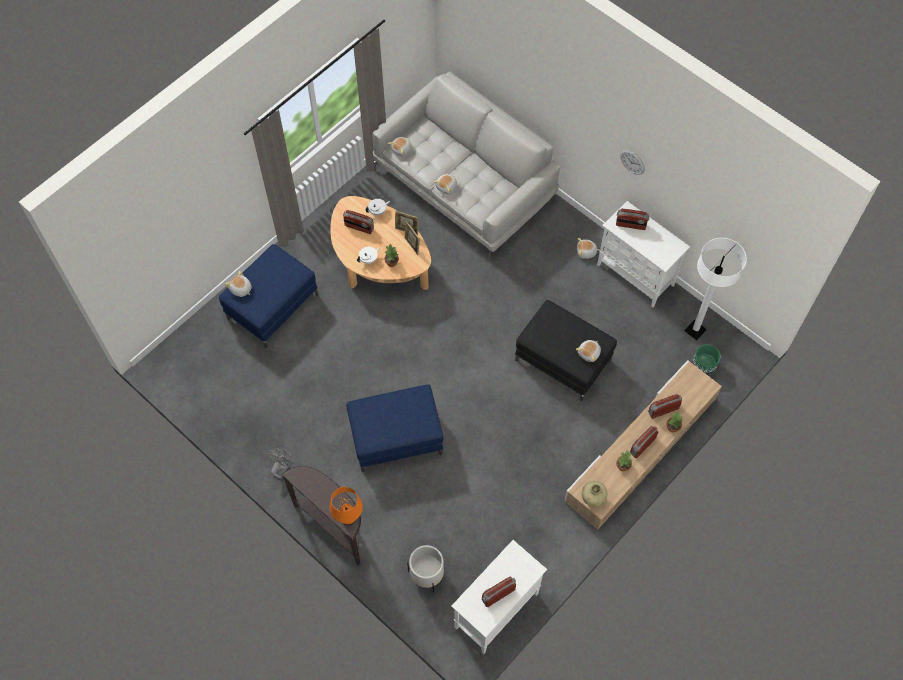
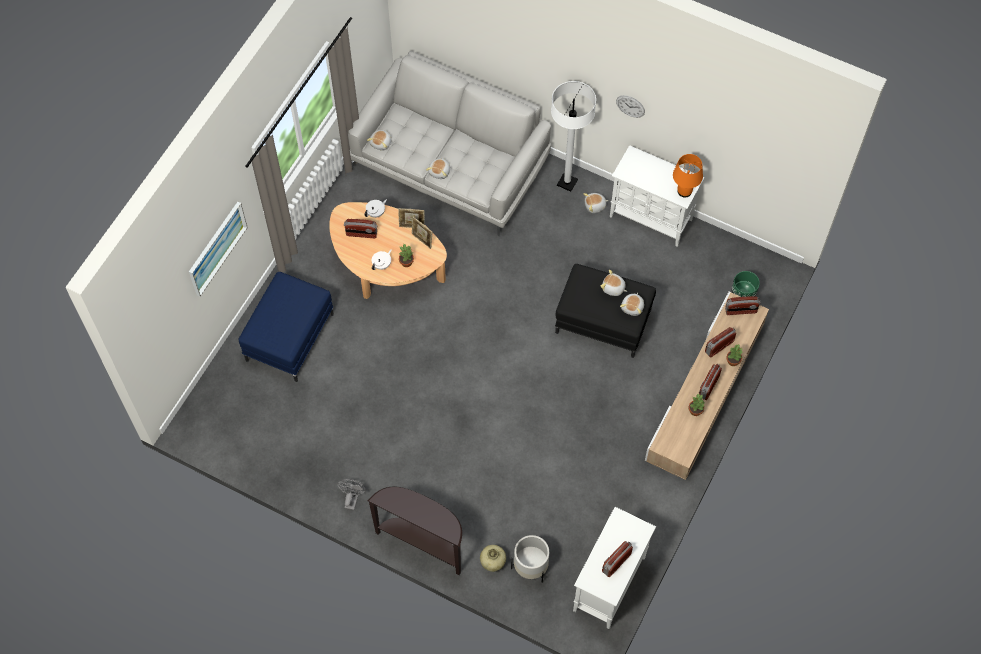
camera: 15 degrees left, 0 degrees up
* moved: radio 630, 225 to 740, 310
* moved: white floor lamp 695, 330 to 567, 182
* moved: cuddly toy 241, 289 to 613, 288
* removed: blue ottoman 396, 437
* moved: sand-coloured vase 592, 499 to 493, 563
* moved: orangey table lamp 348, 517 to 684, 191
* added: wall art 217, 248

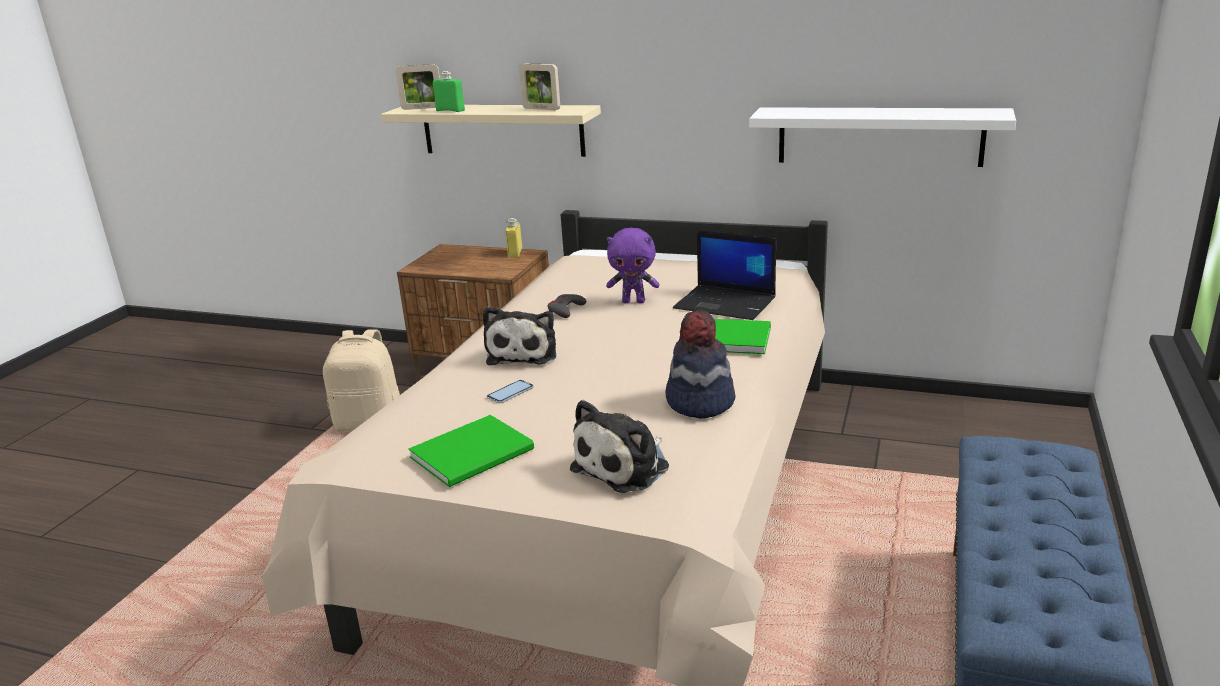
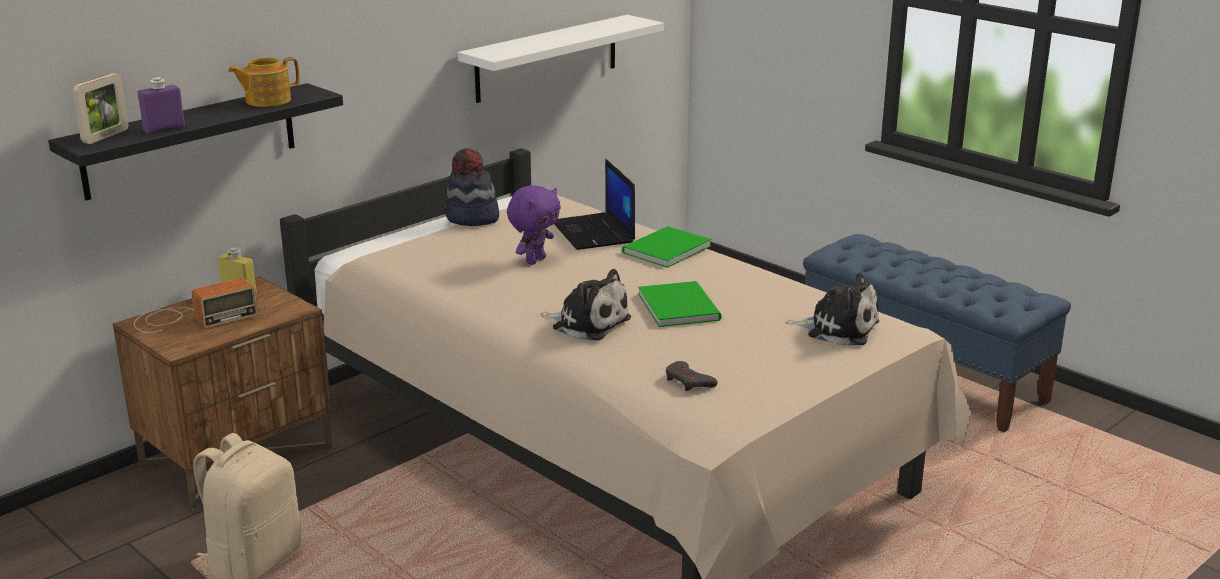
camera: 65 degrees left, 0 degrees up
* replaced: photo frame 541, 109 to pot for tea 267, 100
* recoloured: green-coloured bottle 450, 110 to purple bottle 164, 129
* recoloured: sand-coloured bracket shelf 502, 129 to black-coloured bracket shelf 190, 141
* turned: laptop 726, 303 = 594, 232 105 degrees clockwise
* moved: grey joypad 565, 310 to 688, 381
* moved: clothing hat 699, 401 to 472, 218
* removed: handset 510, 392
* turned: cuddly toy 625, 467 = 838, 328 45 degrees counterclockwise
* moved: green-coloured bound book 476, 453 to 680, 305
* added: radio 191, 318

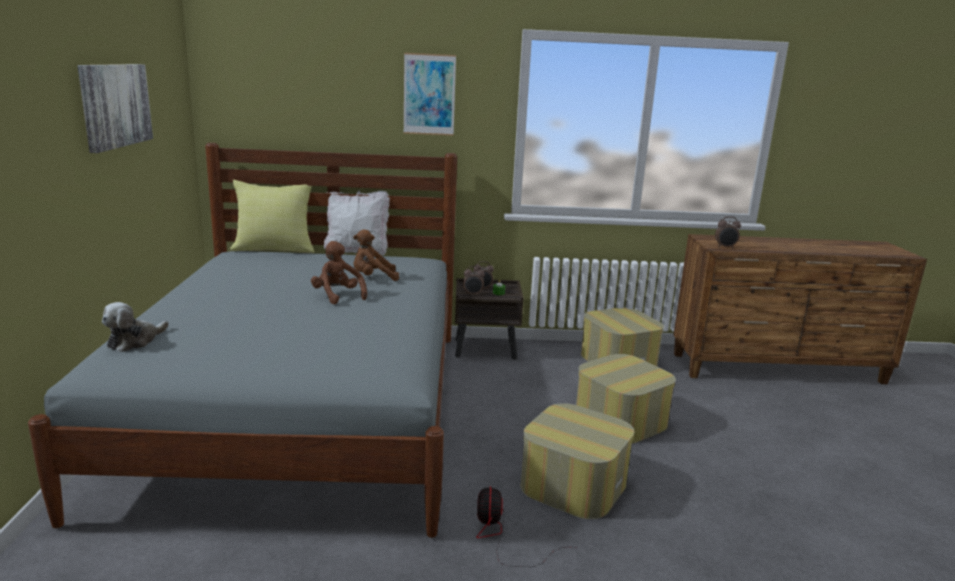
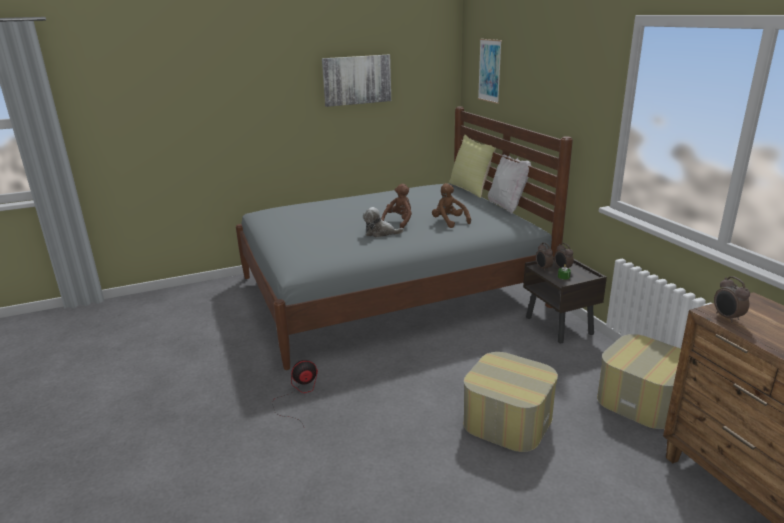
camera: 70 degrees right, 5 degrees up
* moved: wall art 429, 94 to 489, 70
* moved: cuddly toy 134, 341 to 380, 233
* removed: ottoman 573, 484

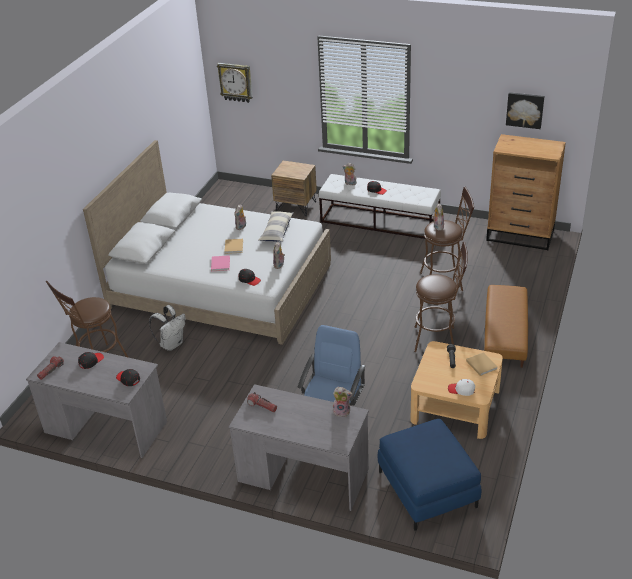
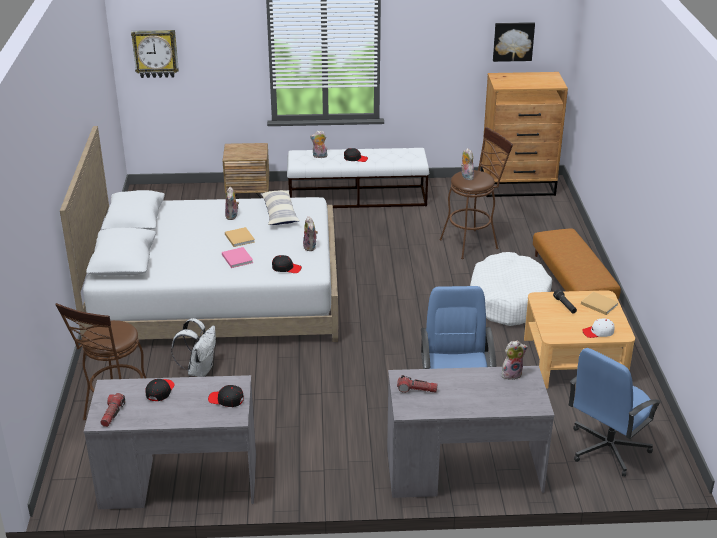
camera: 25 degrees left, 5 degrees down
* replaced: brownish stool 439, 339 to white dog cushion 509, 300
* replaced: blue ottoman 427, 489 to blue desk chair 607, 448

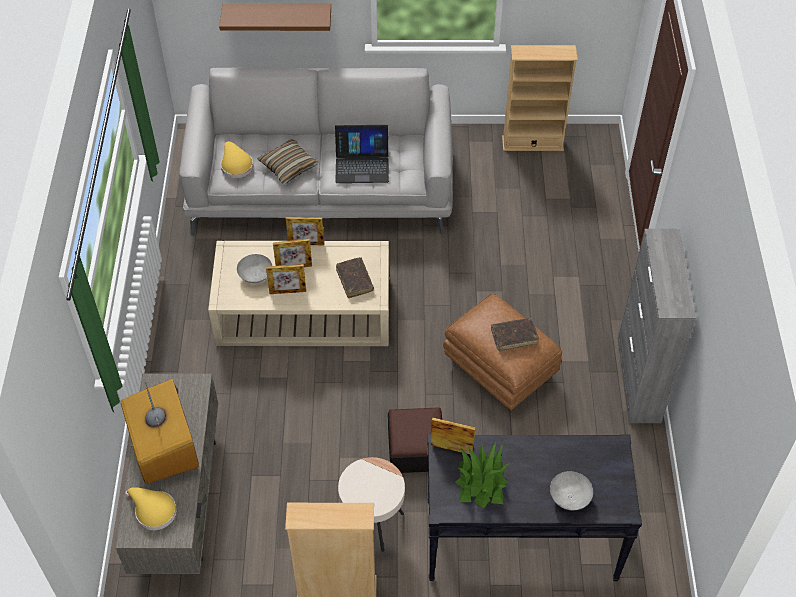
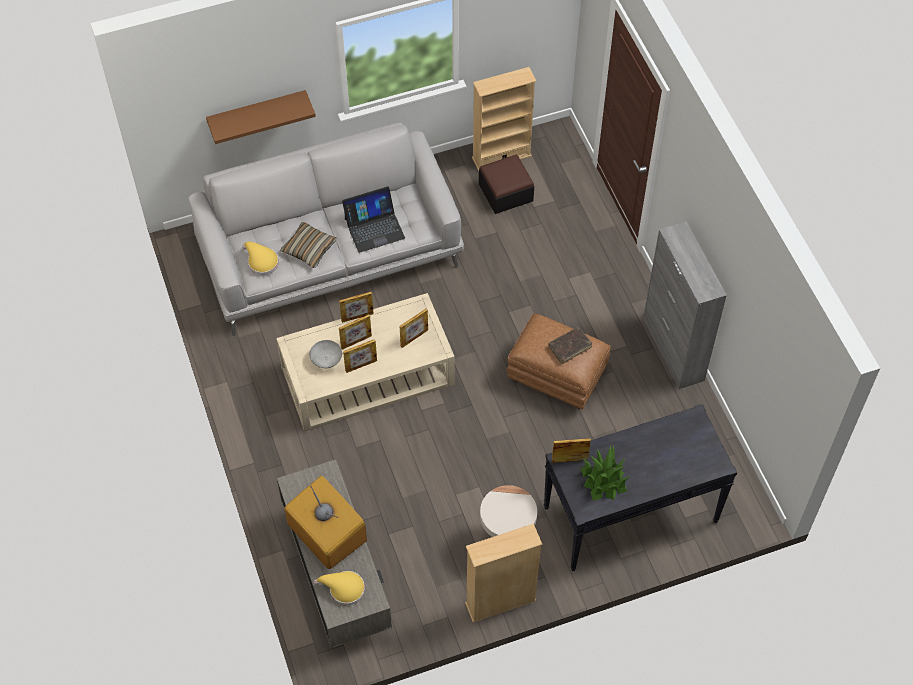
camera: 20 degrees left, 5 degrees up
* replaced: brownish bound book 354, 280 to photo frame 414, 338
* moved: ottoman 415, 449 to 505, 192
* removed: grey bowl 569, 497

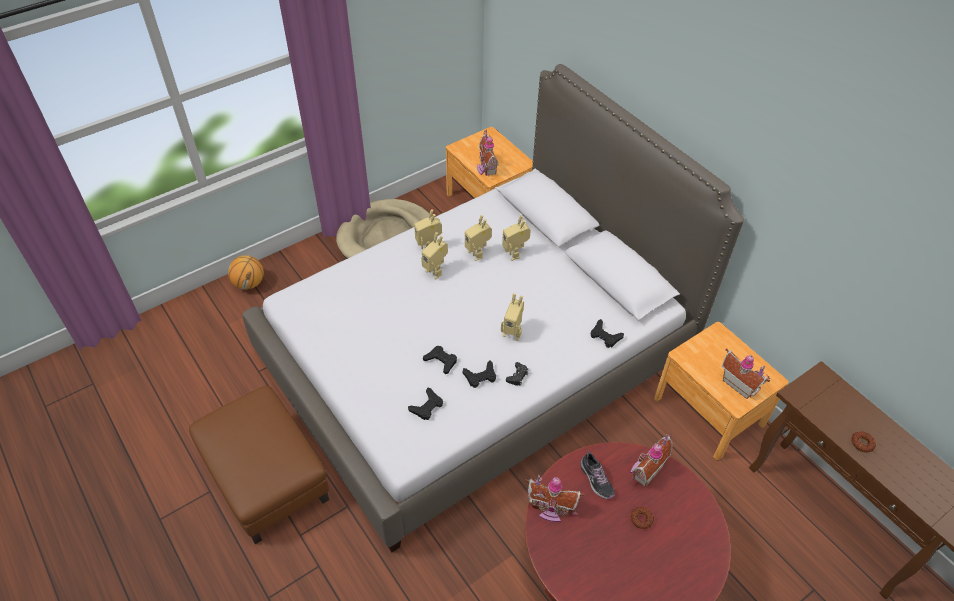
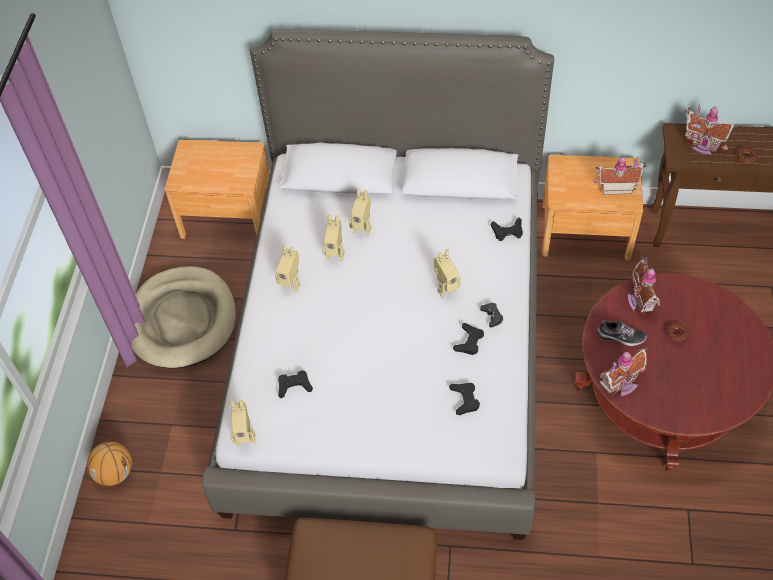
camera: 45 degrees left, 5 degrees up
* moved: model house 485, 168 to 702, 145
* moved: model robot 435, 271 to 245, 436
* moved: black-coloured joypad 441, 361 to 294, 386

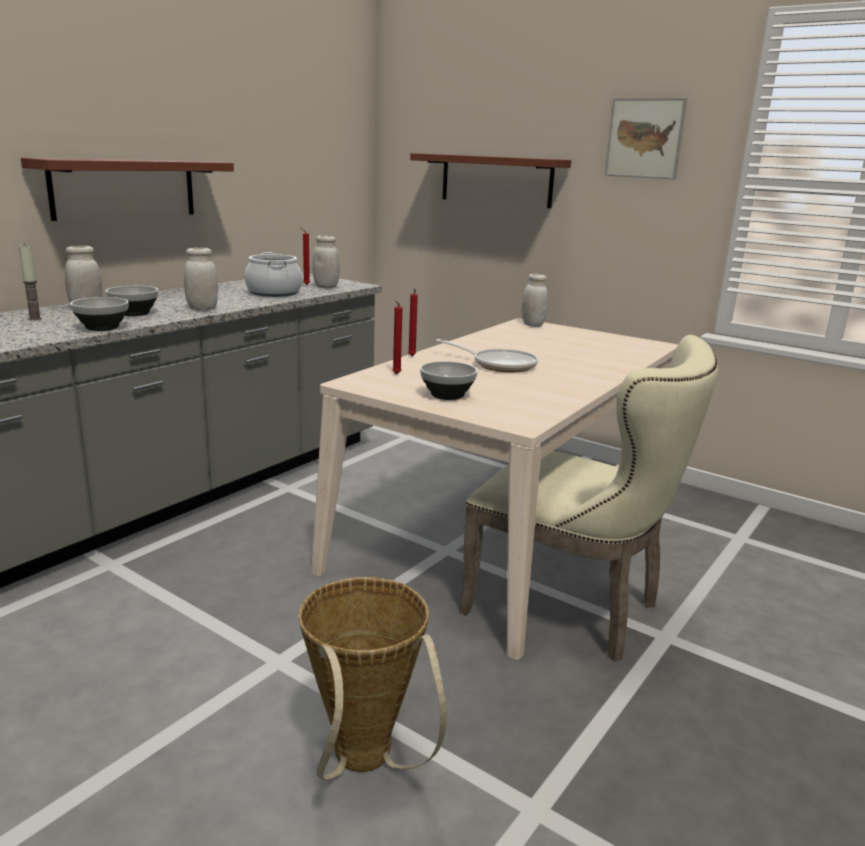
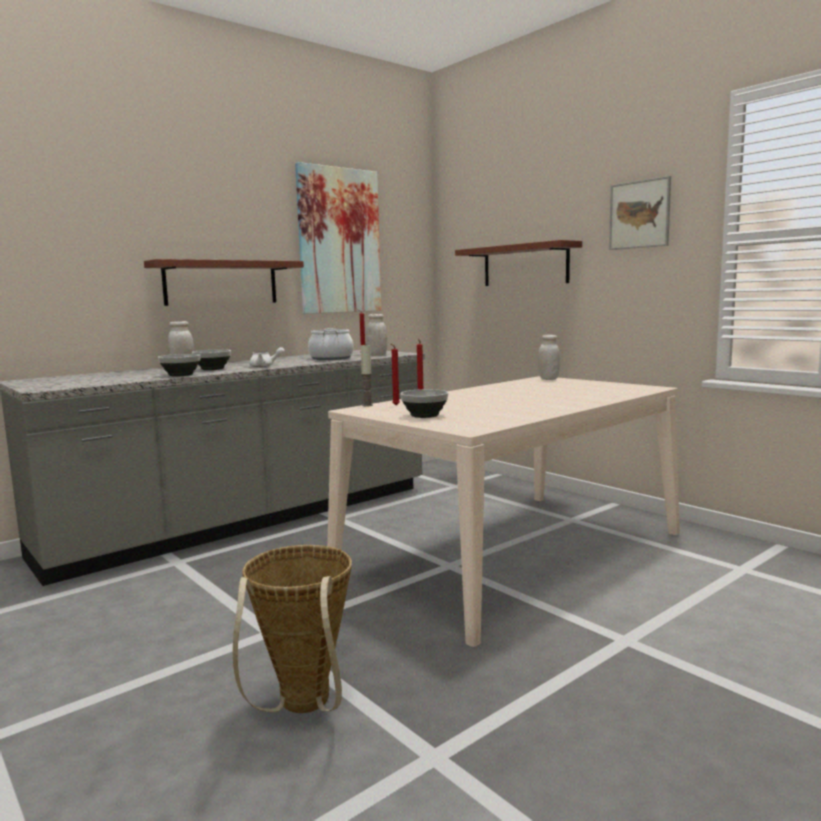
camera: 15 degrees right, 10 degrees down
* moved: wax candle 35, 319 to 367, 405
* replaced: white storage jar 202, 309 to white pot for tea 265, 366
* removed: sand-coloured chair 575, 608
* removed: frying pan 499, 364
* added: wall art 339, 241

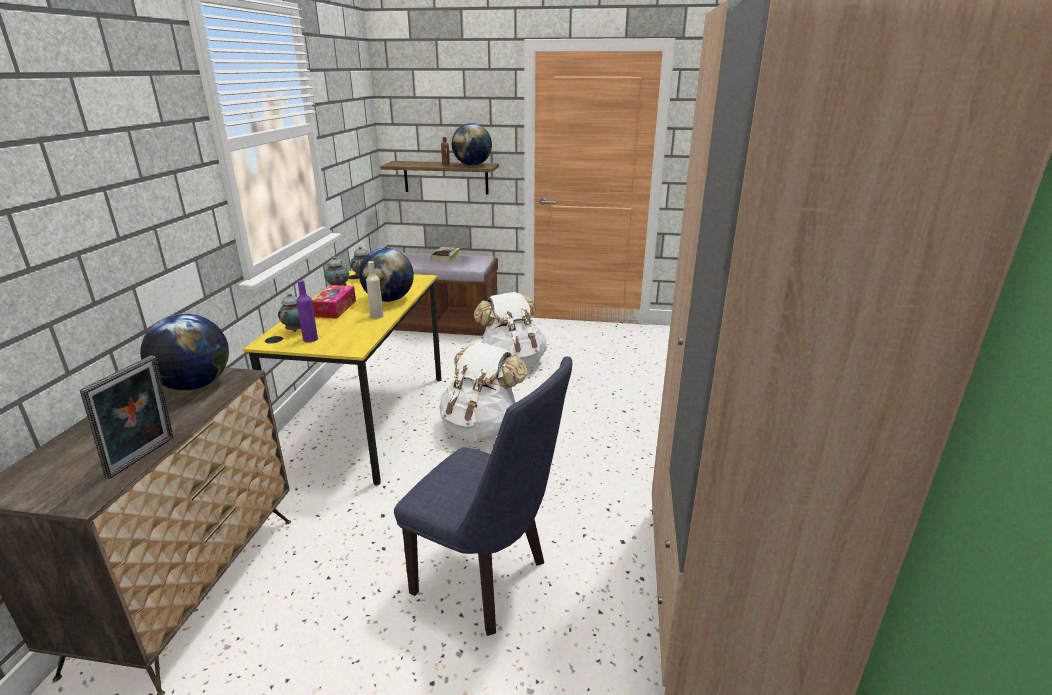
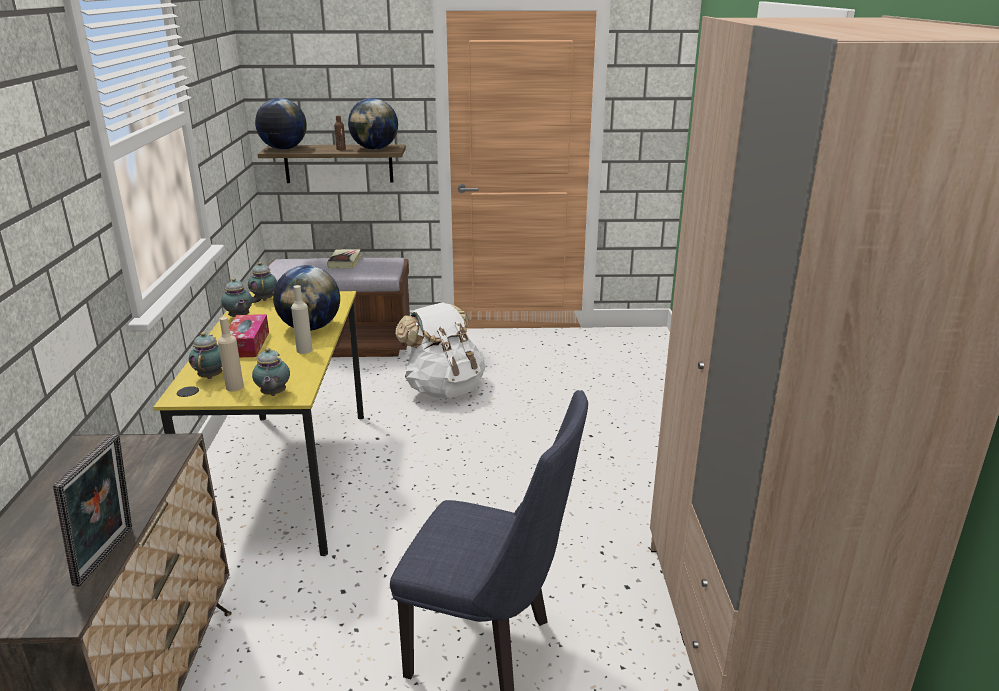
camera: 10 degrees left, 0 degrees up
* recoloured: purple bottle 310, 339 to sand-coloured bottle 234, 387
* moved: globe 194, 385 to 283, 149
* removed: white rucksack 481, 428
* added: pot for tea 273, 394

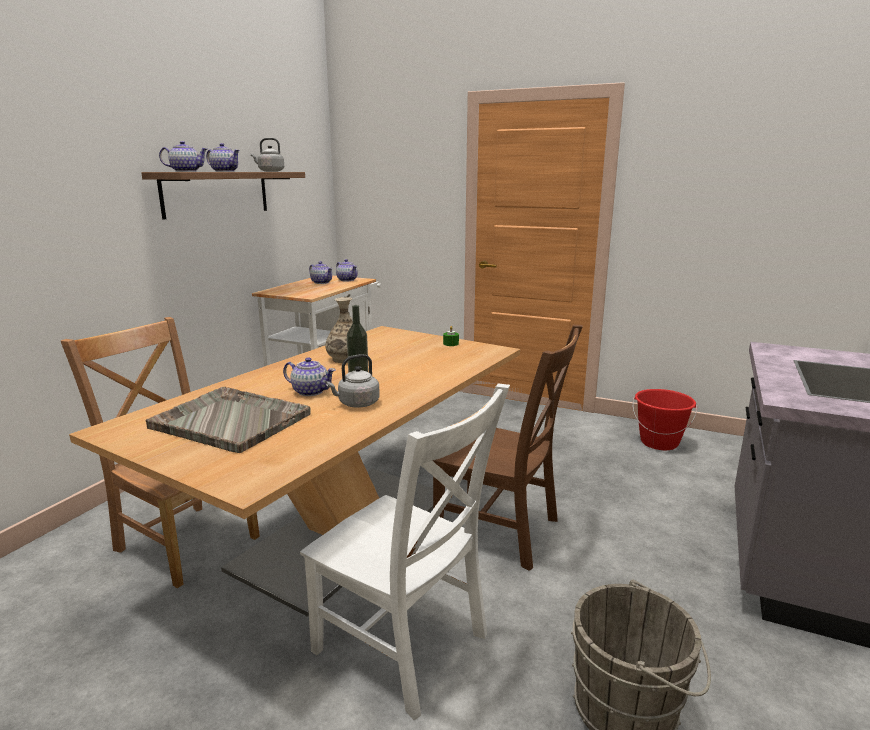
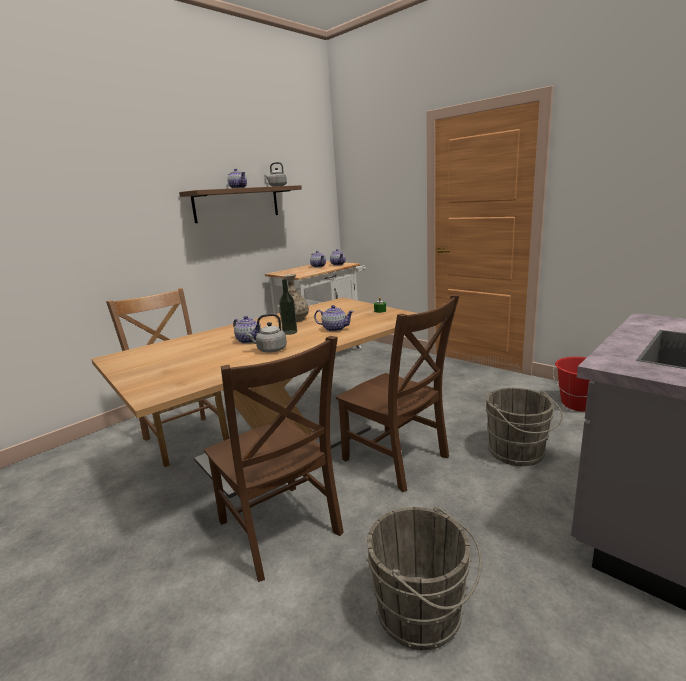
camera: 20 degrees right, 0 degrees up
* moved: pot for tea 185, 171 to 334, 329
* recoloured: white chair 405, 647 to brownish chair 281, 531
* removed: grey carrying tray 230, 420
* added: grey pail 518, 453

